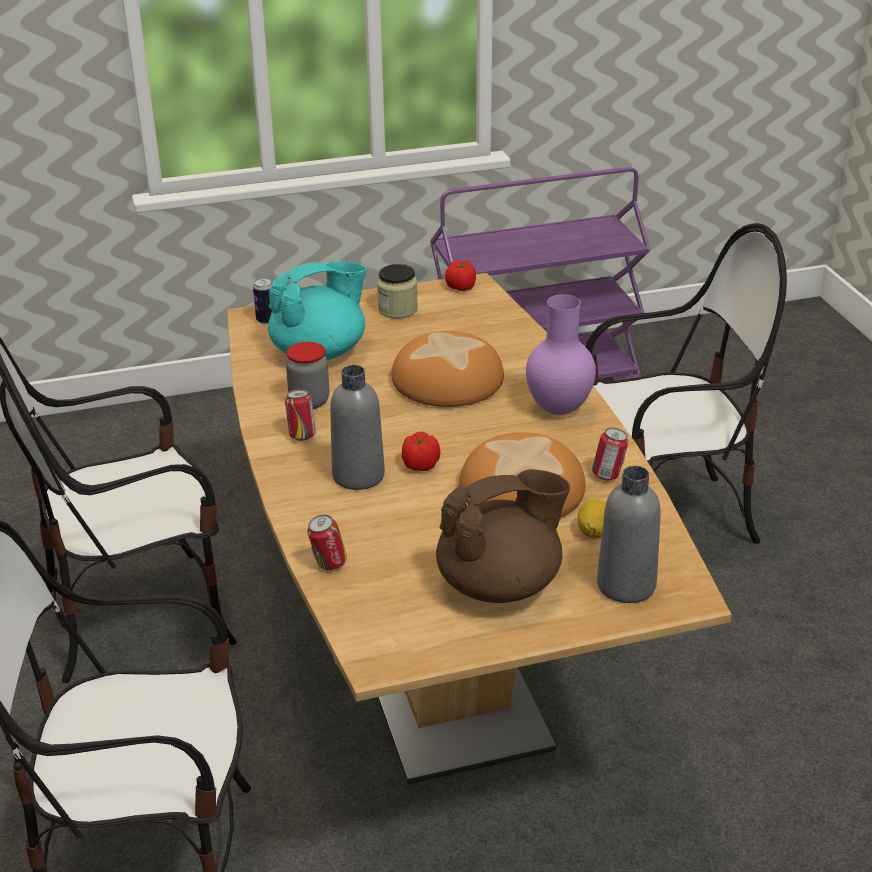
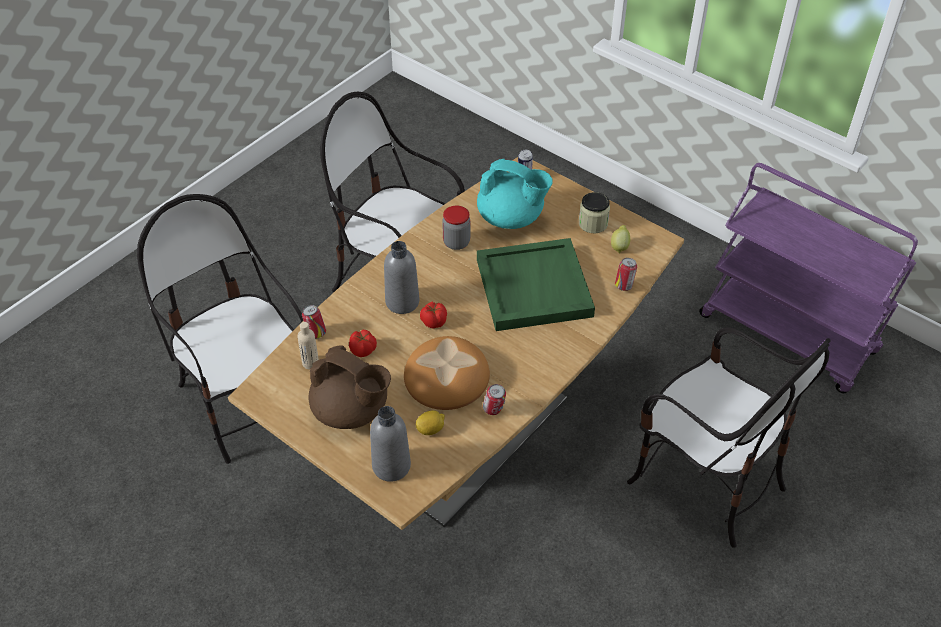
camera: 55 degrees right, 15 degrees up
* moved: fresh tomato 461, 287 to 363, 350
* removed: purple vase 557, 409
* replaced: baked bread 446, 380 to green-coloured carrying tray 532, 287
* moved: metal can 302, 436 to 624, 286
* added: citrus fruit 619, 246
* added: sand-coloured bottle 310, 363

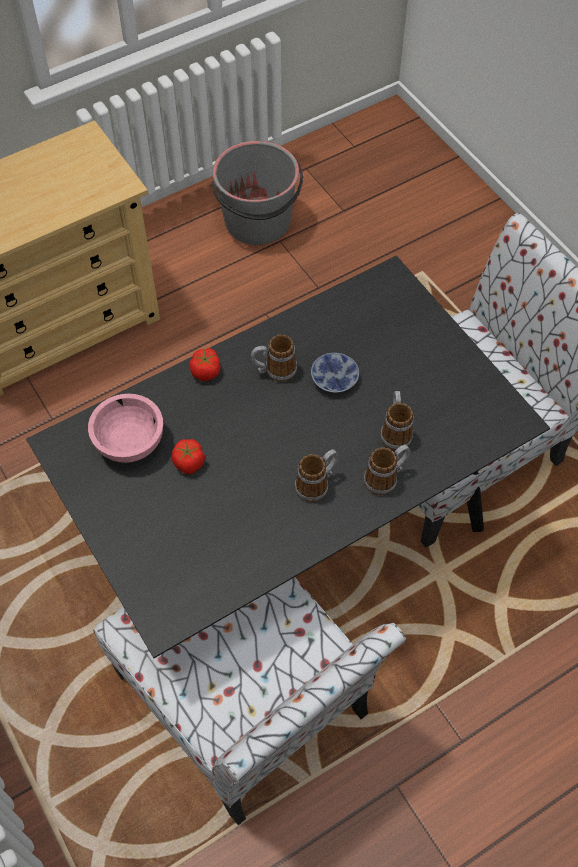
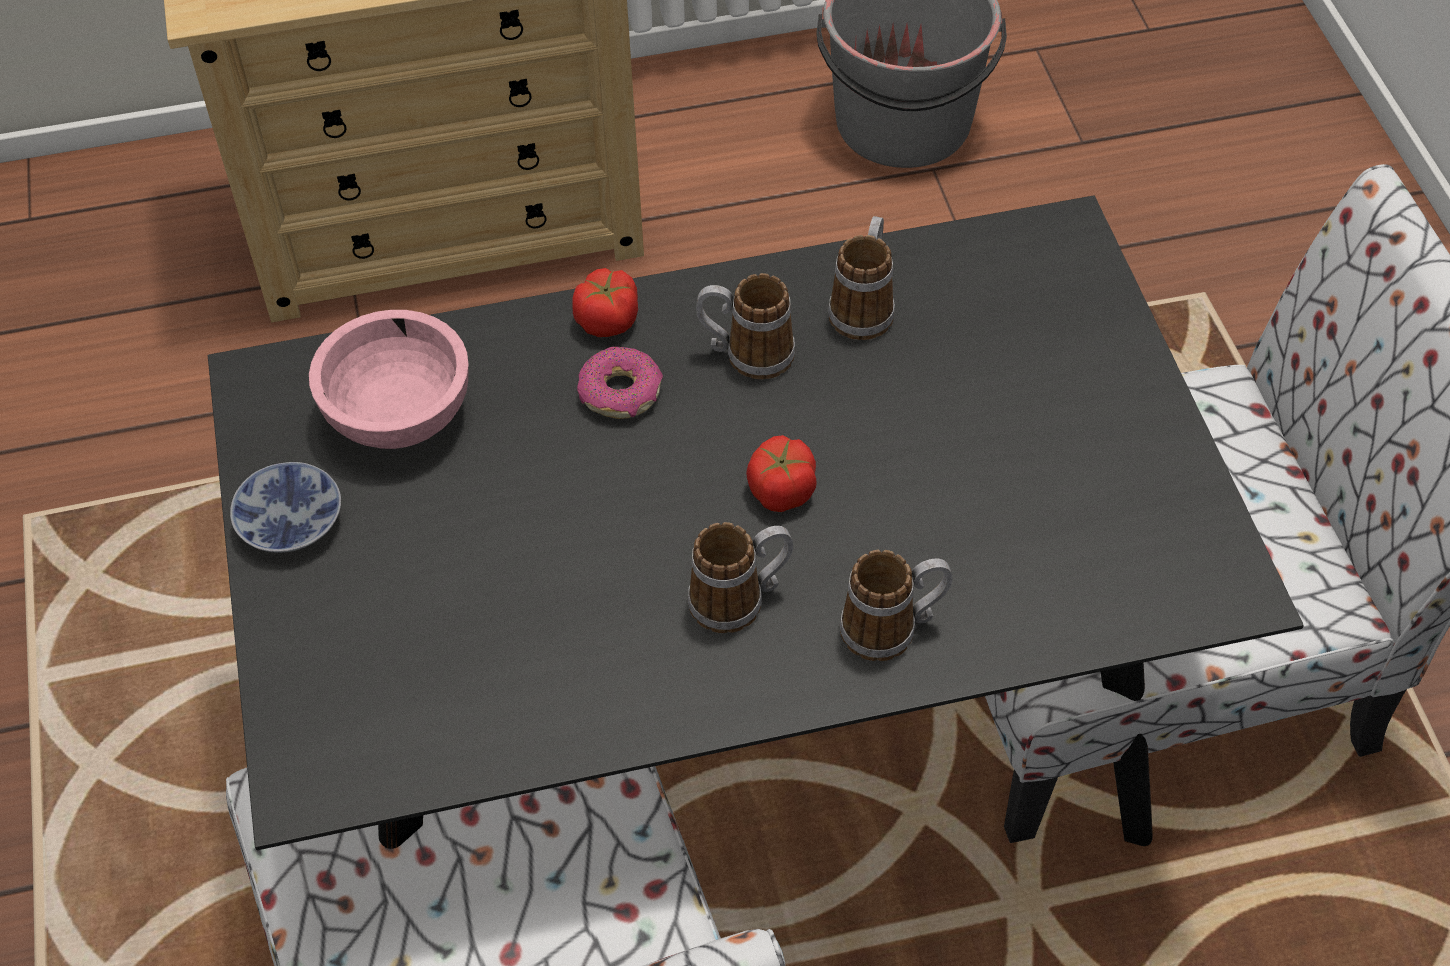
camera: 20 degrees right, 5 degrees down
* moved: bowl 332, 379 to 286, 521
* moved: mug 395, 431 to 864, 306
* moved: fresh tomato 189, 463 to 781, 491
* added: ring doughnut 621, 393

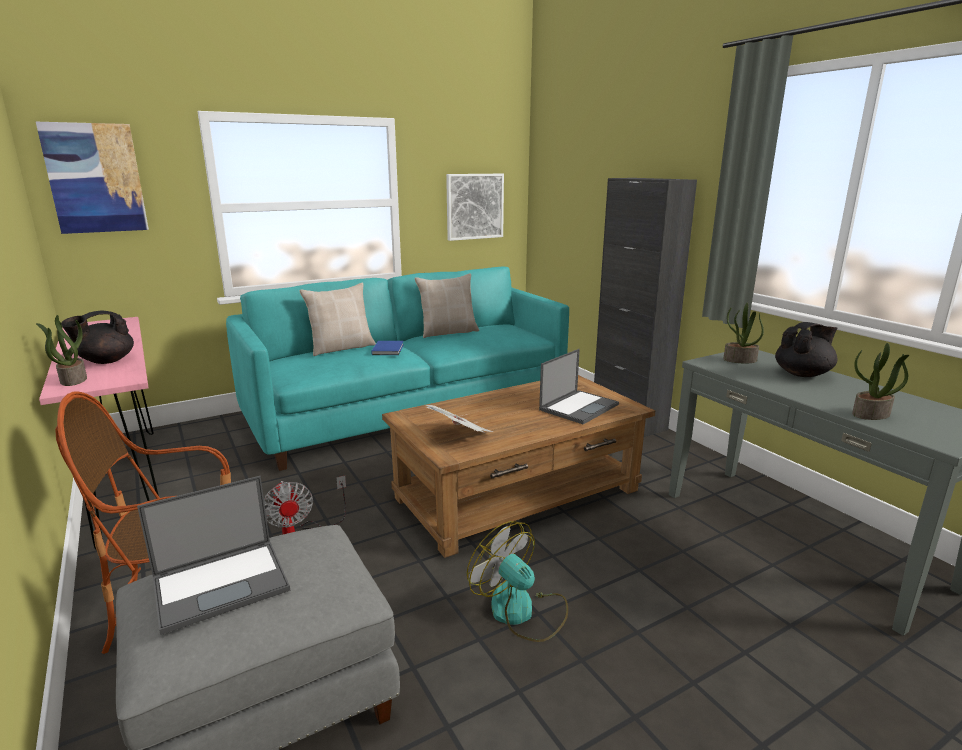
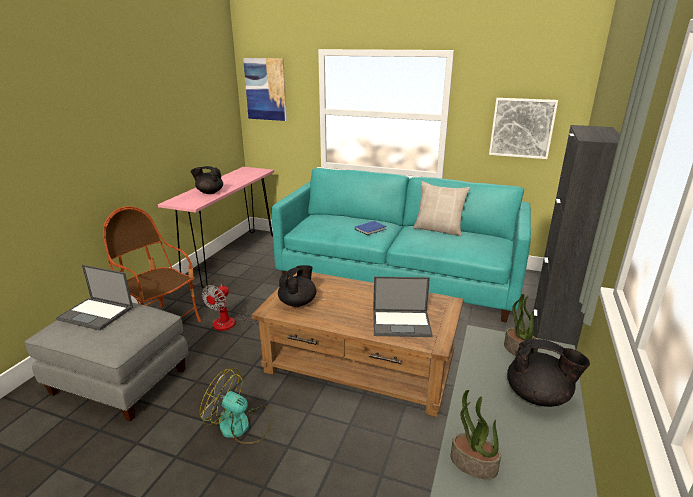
camera: 50 degrees right, 5 degrees up
* removed: sand-coloured pillow 341, 348
* removed: potted plant 73, 380
* replaced: printed paper 459, 435 to black-coloured pot for tea 298, 302
* turned: cooling fan 521, 612 = 241, 426 75 degrees counterclockwise

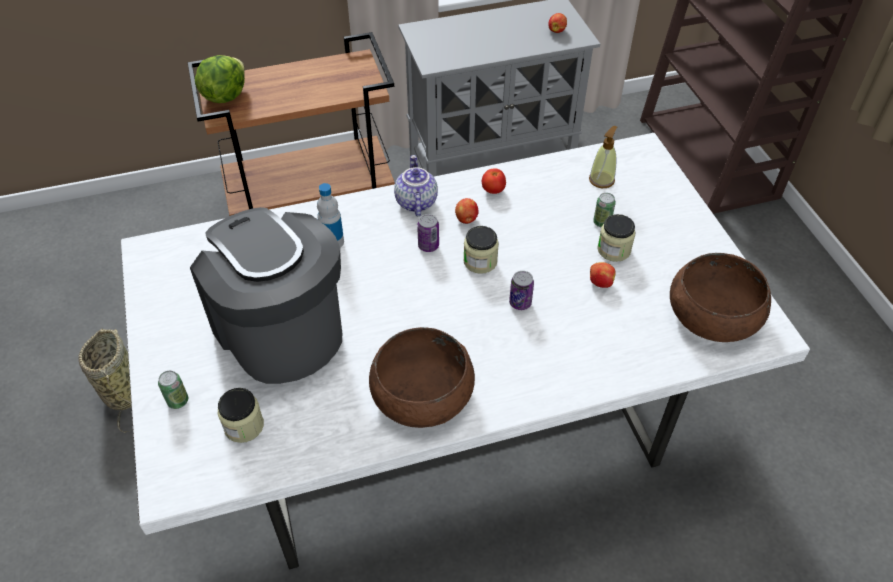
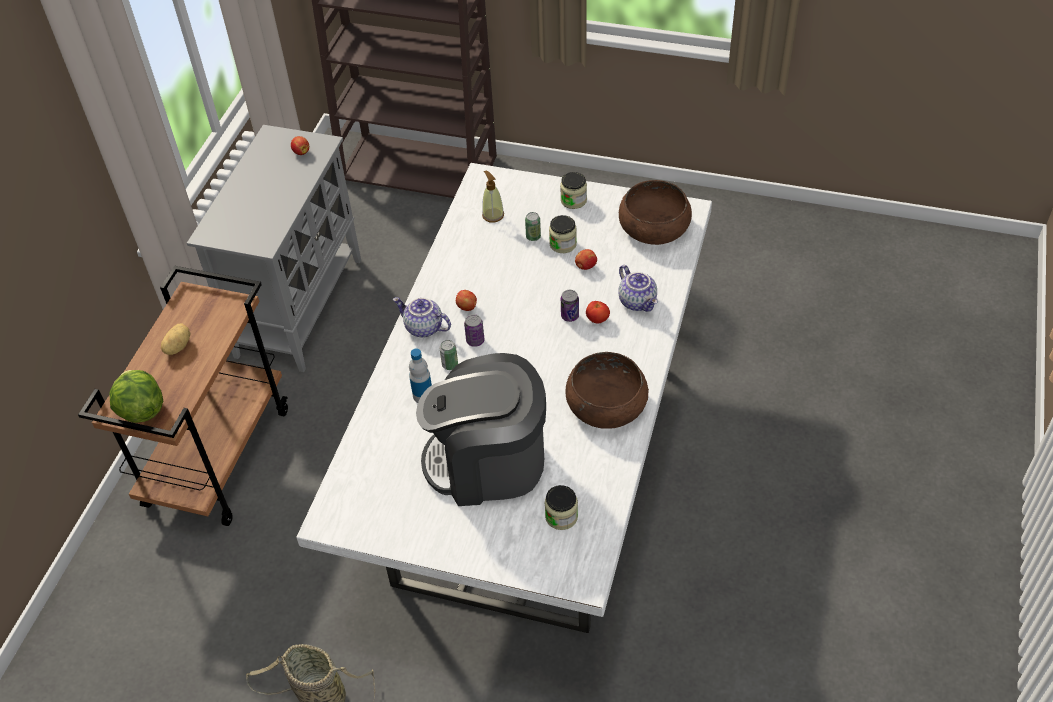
camera: 55 degrees left, 0 degrees up
* moved: fresh tomato 493, 190 to 597, 319
* moved: storage jar 480, 261 to 573, 200
* moved: metal can 178, 401 to 450, 365
* added: pot for tea 638, 301
* added: potato 177, 346

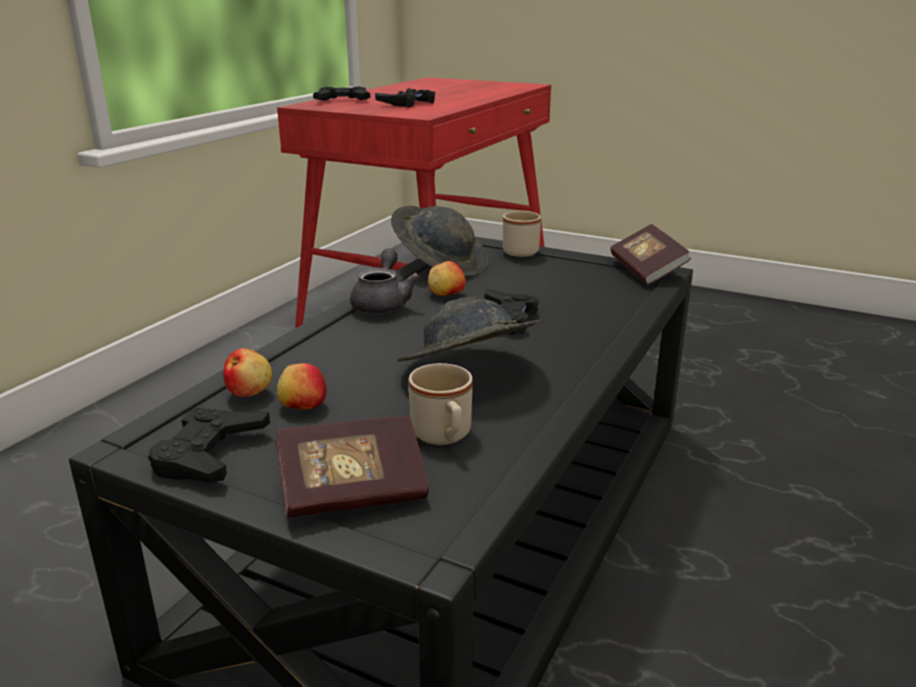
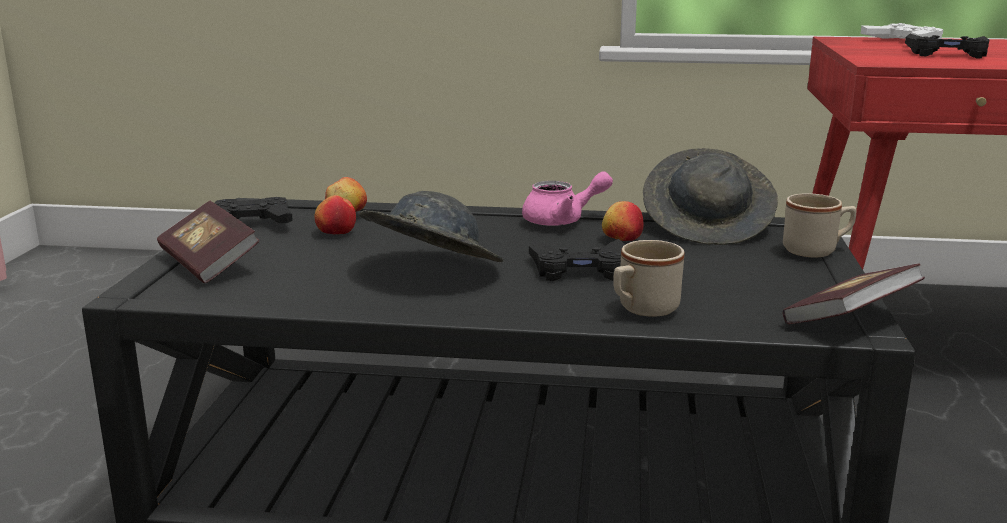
camera: 70 degrees right, 5 degrees down
* recoloured: black-coloured joypad 343, 101 to white joypad 902, 42
* recoloured: grey pot for tea 383, 303 to pink-coloured pot for tea 562, 220
* moved: sand-coloured mug 444, 437 to 642, 309

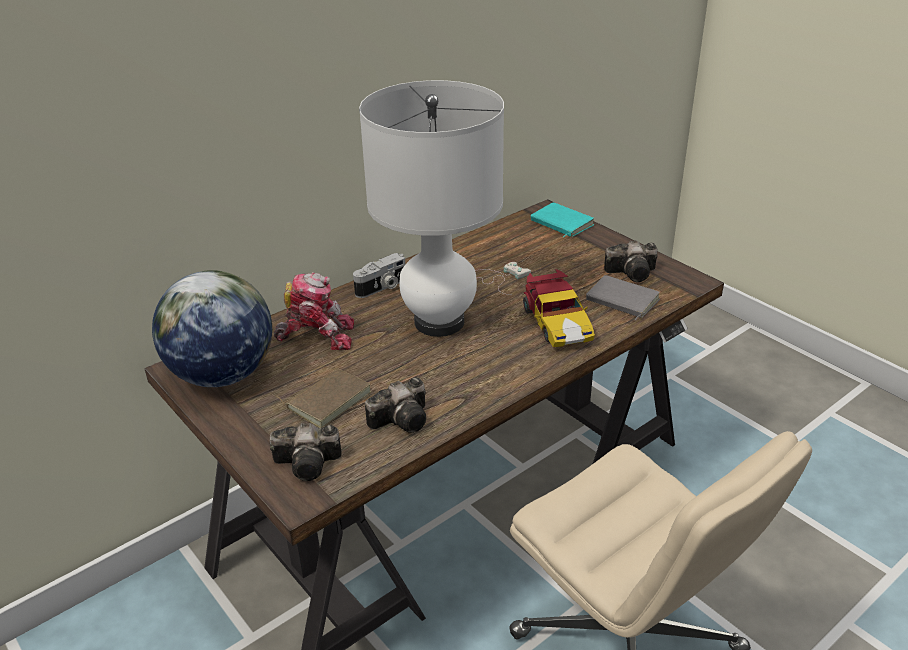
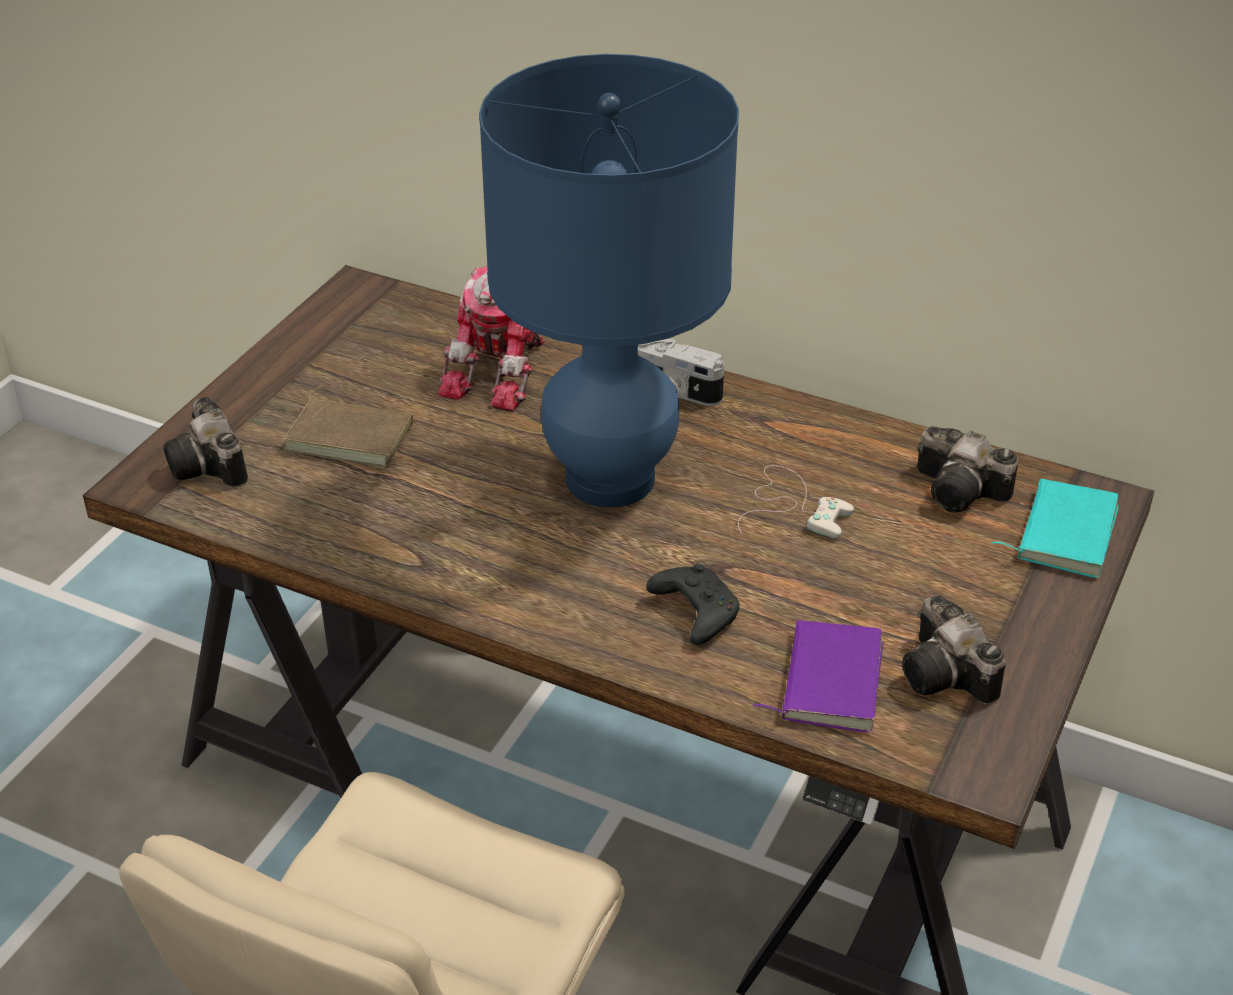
camera: 65 degrees right, 5 degrees up
* recoloured: white table lamp 439, 322 to blue table lamp 609, 479
* replaced: model car 556, 323 to black-coloured joypad 694, 612
* removed: globe 222, 375
* turned: model robot 317, 335 = 501, 373 45 degrees clockwise
* recoloured: grey bound book 621, 301 to purple bound book 827, 680
* moved: still camera 404, 419 to 963, 492

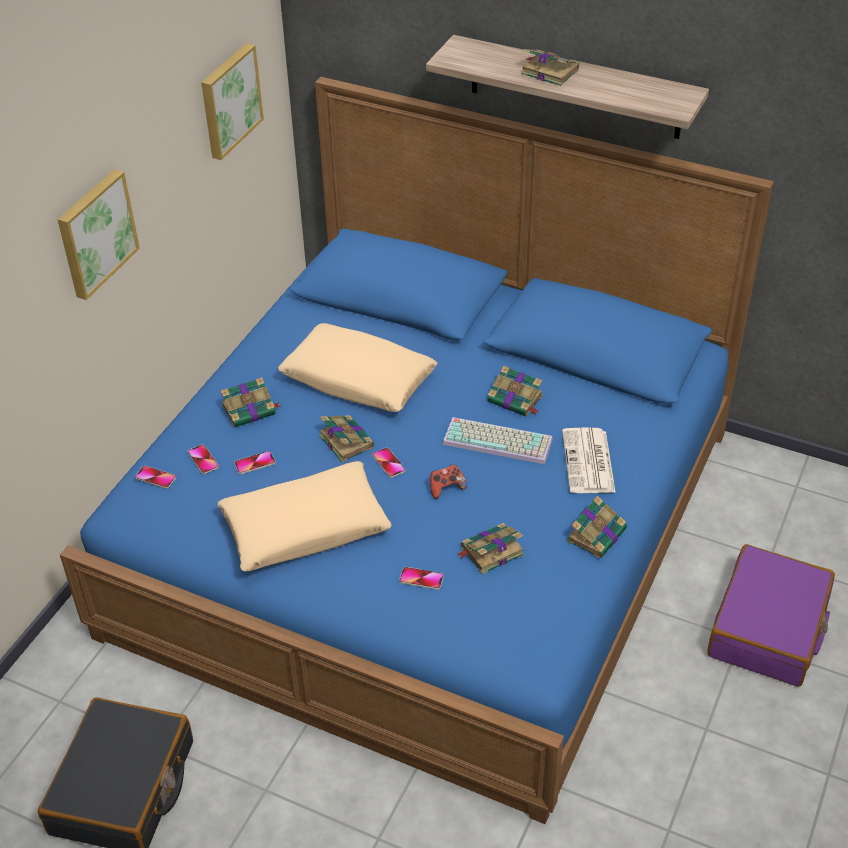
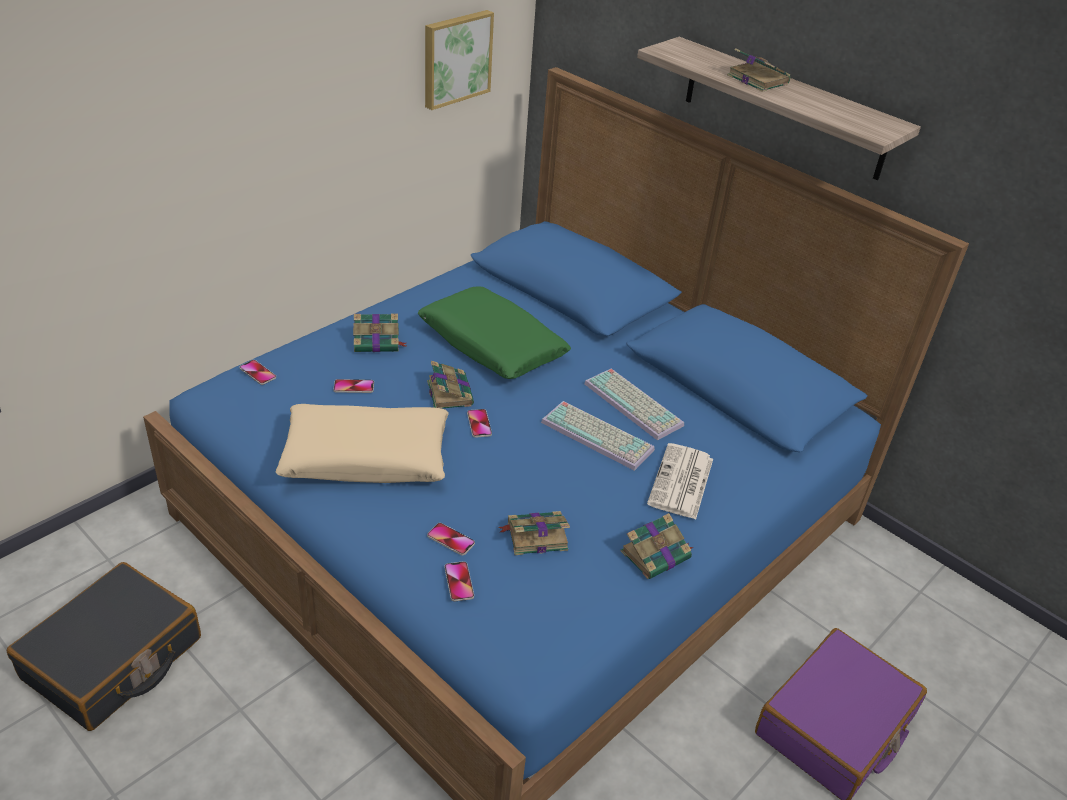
camera: 15 degrees right, 5 degrees down
* removed: wall art 95, 233
* recoloured: sand-coloured pillow 358, 380 to green-coloured pillow 492, 345
* replaced: bound book 516, 399 to computer keyboard 635, 404
* moved: handset 203, 460 to 459, 582
* removed: joypad 446, 488

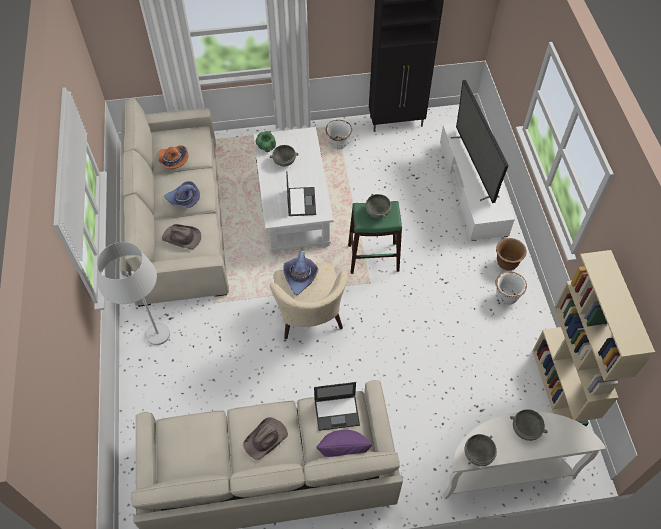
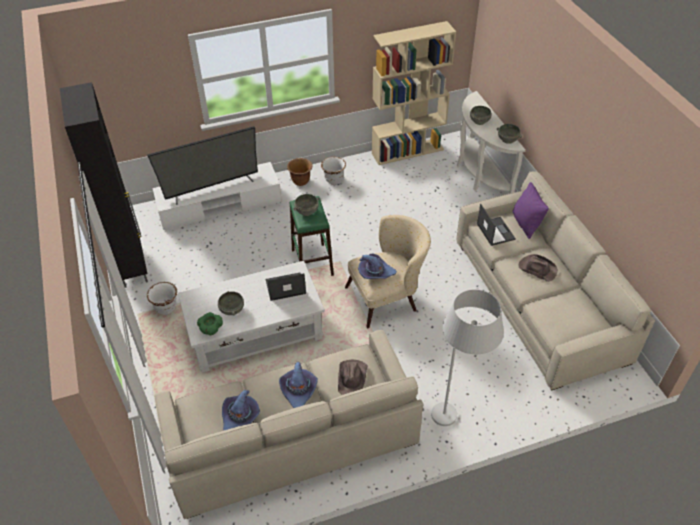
camera: 100 degrees left, 10 degrees down
* recoloured: orangey clothing hat 173, 161 to purple clothing hat 240, 417

